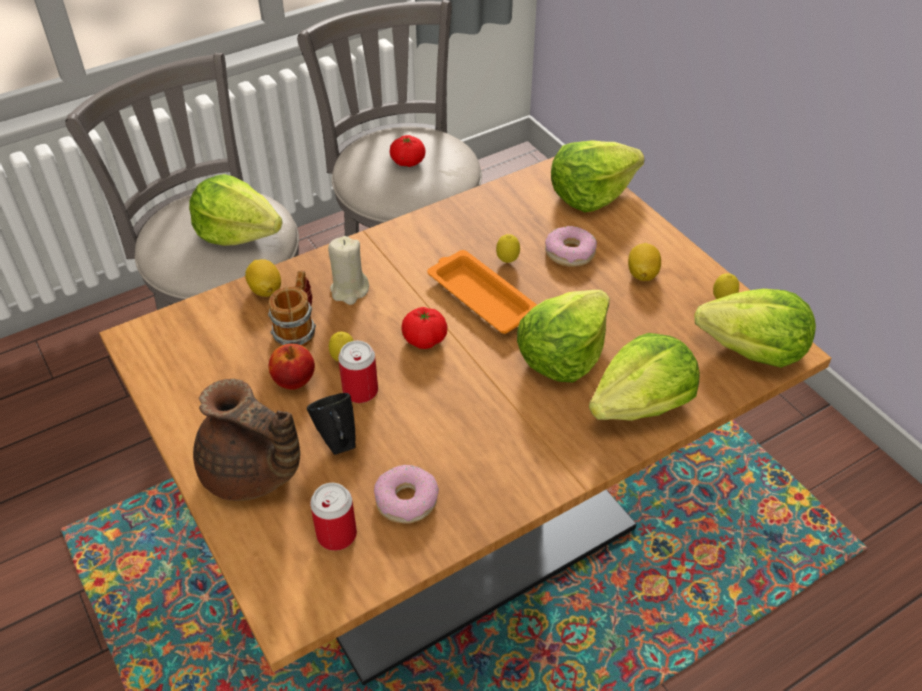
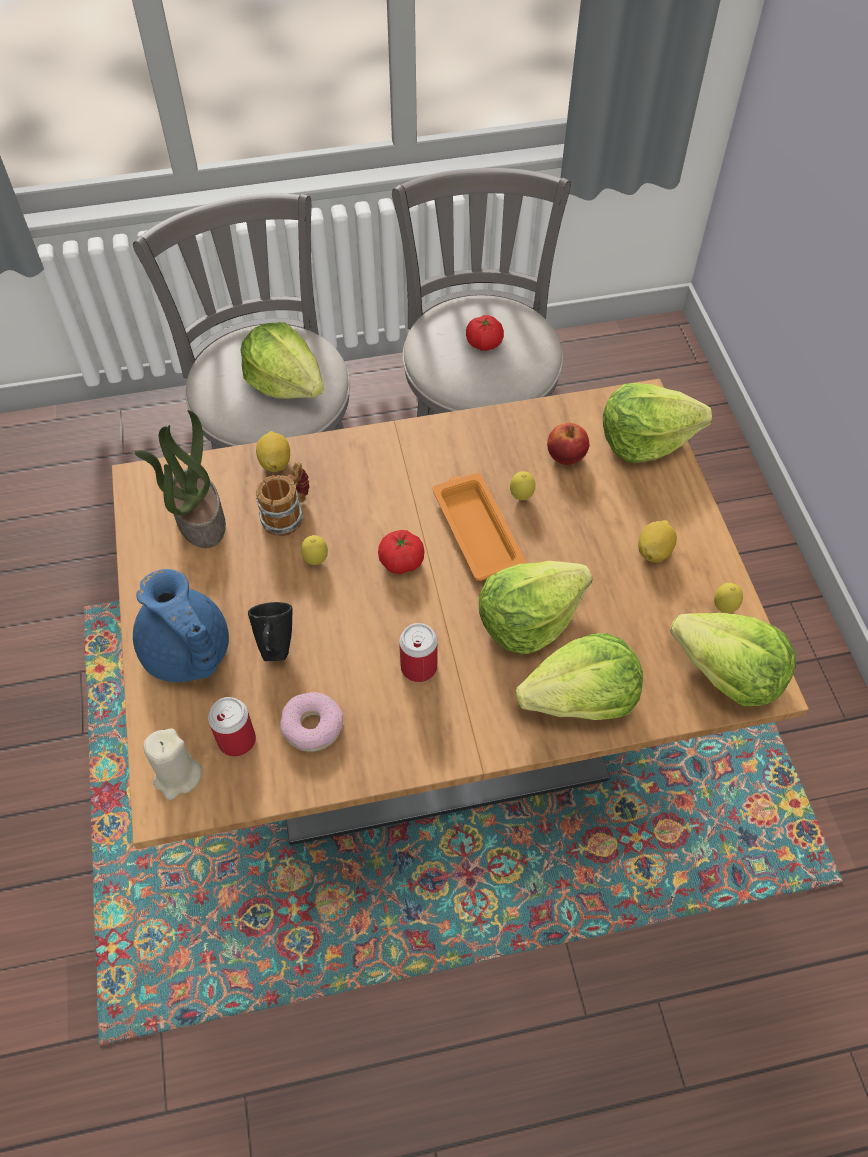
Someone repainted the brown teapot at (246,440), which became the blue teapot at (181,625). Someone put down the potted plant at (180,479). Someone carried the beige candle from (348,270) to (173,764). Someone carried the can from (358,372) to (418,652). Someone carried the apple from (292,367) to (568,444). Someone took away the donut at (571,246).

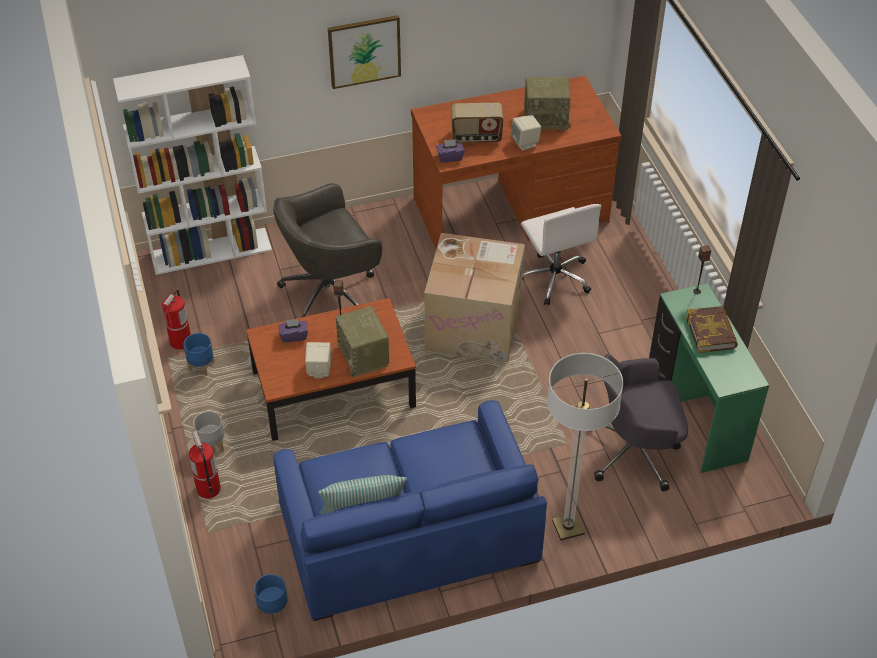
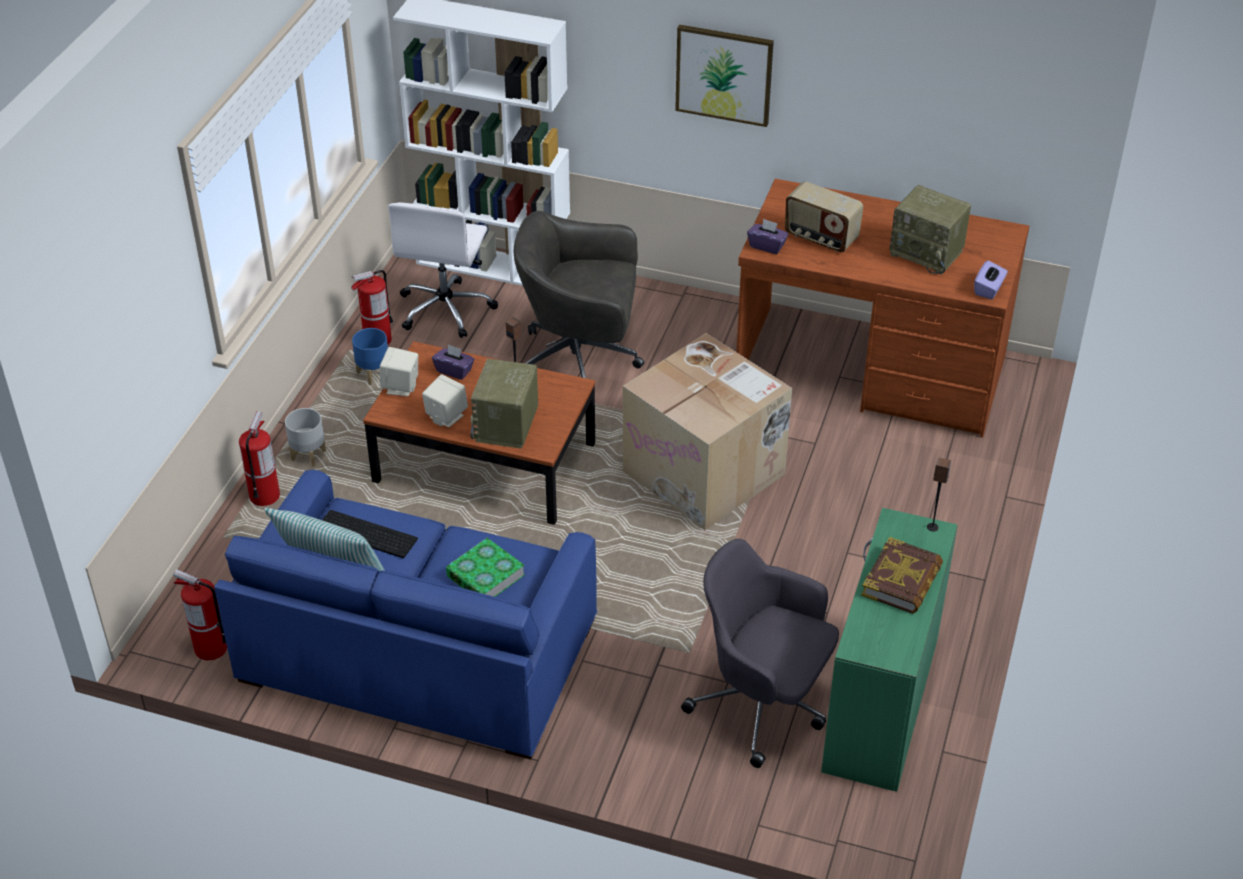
Someone swapped the blue planter at (271,599) for the fire extinguisher at (200,614). Someone put down the keyboard at (370,534). Someone carried the beige speaker from (526,133) to (399,371). Someone carried the white office chair from (561,254) to (443,270). Someone put down the book at (485,567). Someone put down the purple tissue box at (991,280). Someone took away the floor lamp at (585,446).

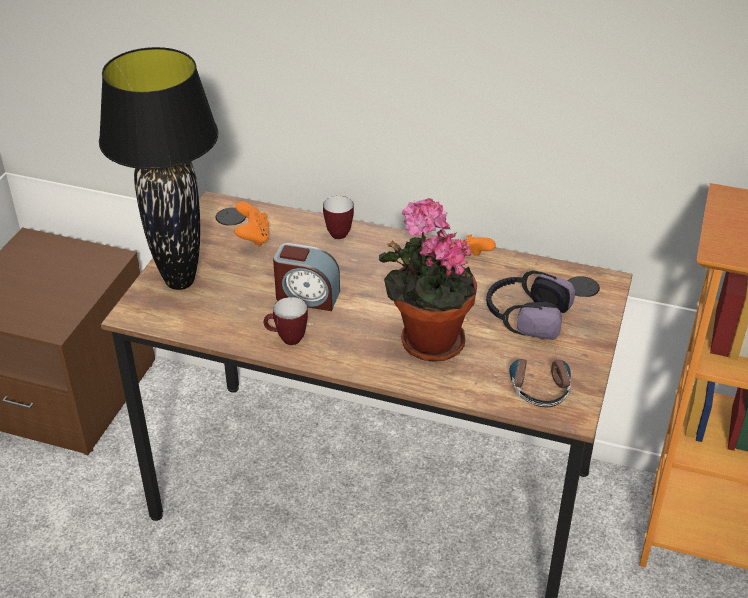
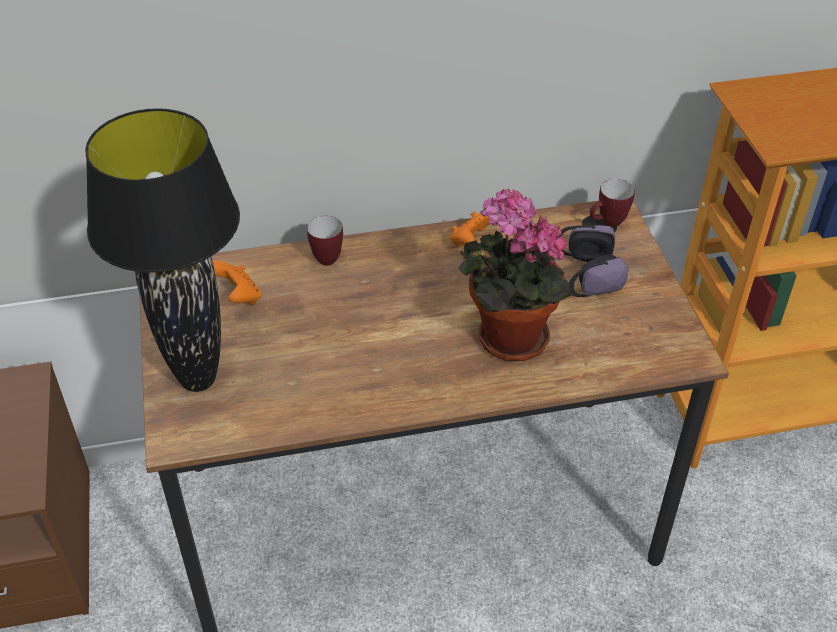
Someone carried the mug from (286,321) to (612,203). Someone took away the alarm clock at (306,277). Someone took away the headphones at (540,377).

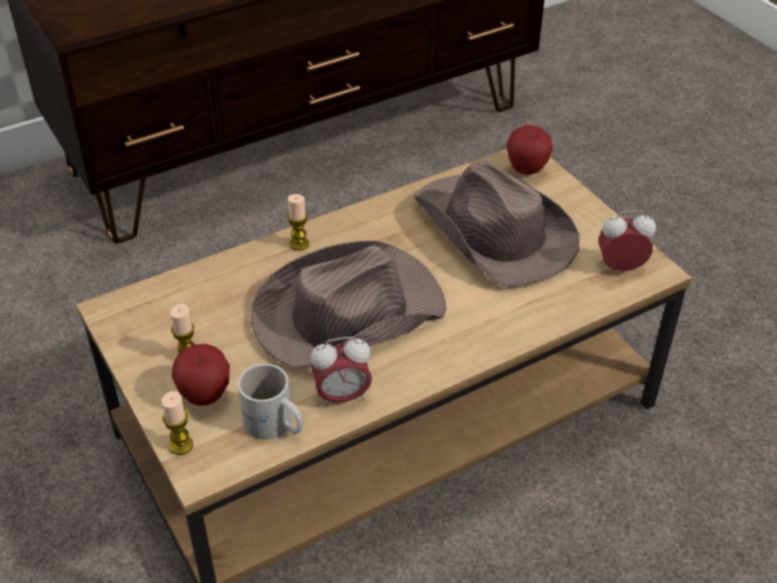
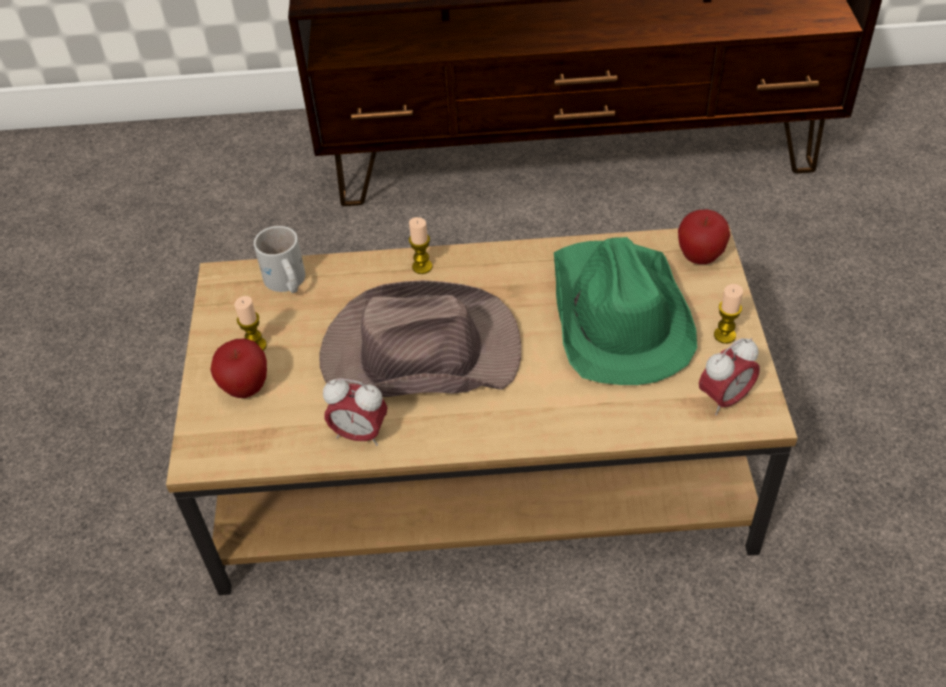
Someone carried the white mug from (270,401) to (279,259). Someone repainted the brown hat at (497,223), which became the green hat at (625,311). Someone rotated the alarm clock at (627,241) by 120 degrees clockwise. Someone carried the candle from (177,423) to (728,314).

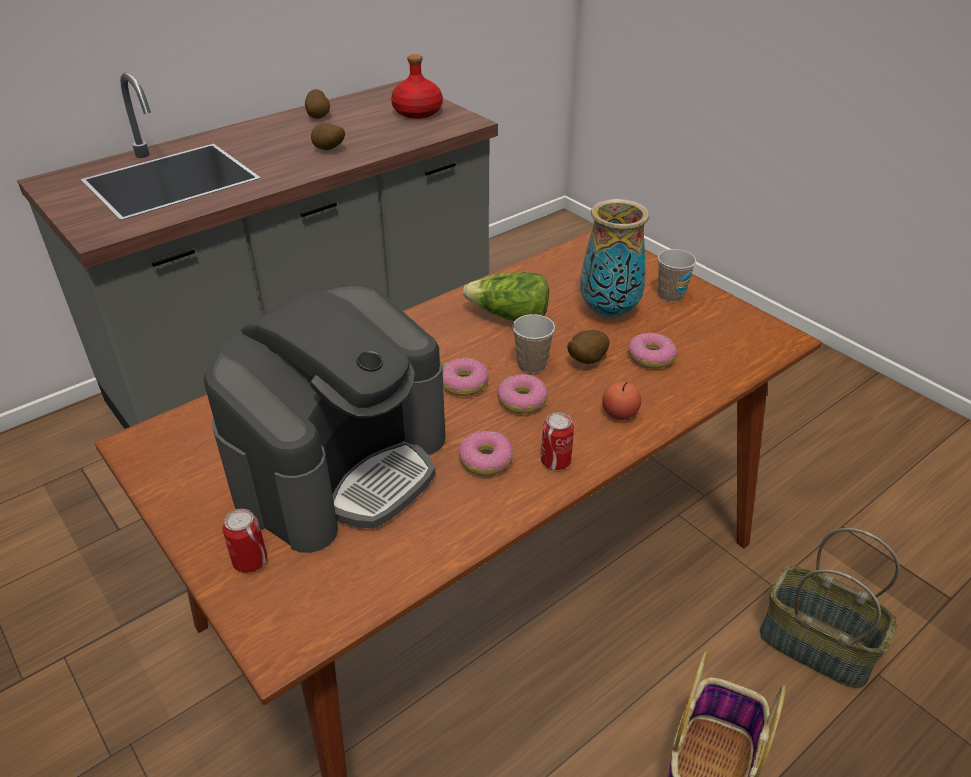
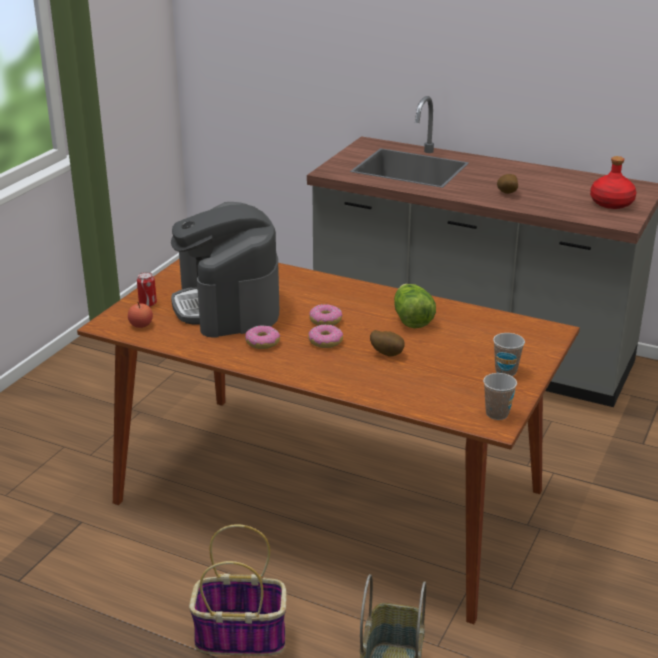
Someone carried the apple from (621,400) to (140,315). Someone rotated the coffee machine at (324,419) by 60 degrees clockwise. Someone carried the cup from (533,344) to (500,396). Someone took away the potato at (317,104). Someone took away the can at (557,441). Someone took away the vase at (614,259). Someone took away the donut at (652,350).

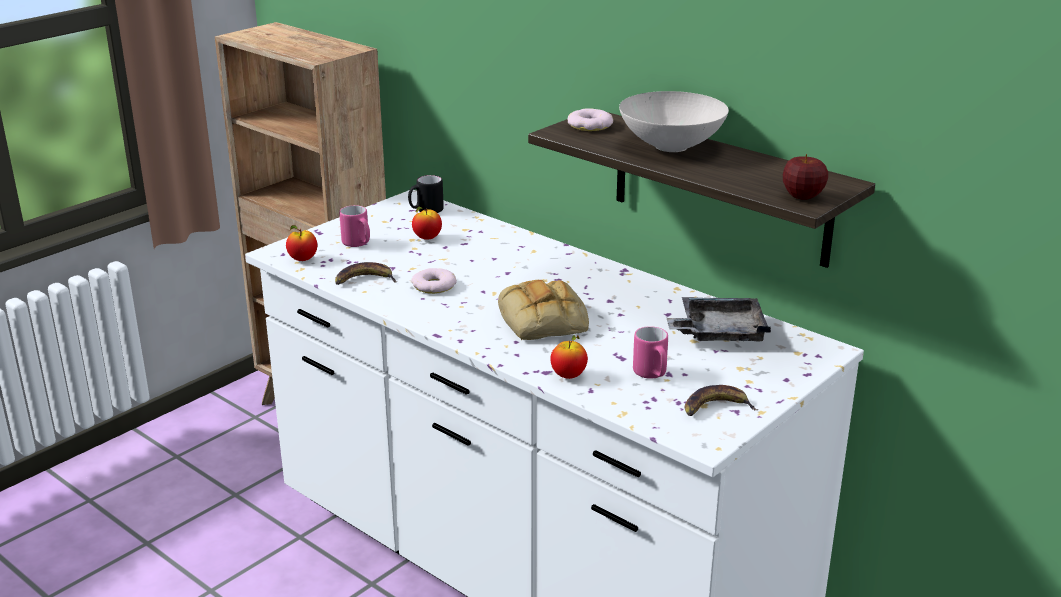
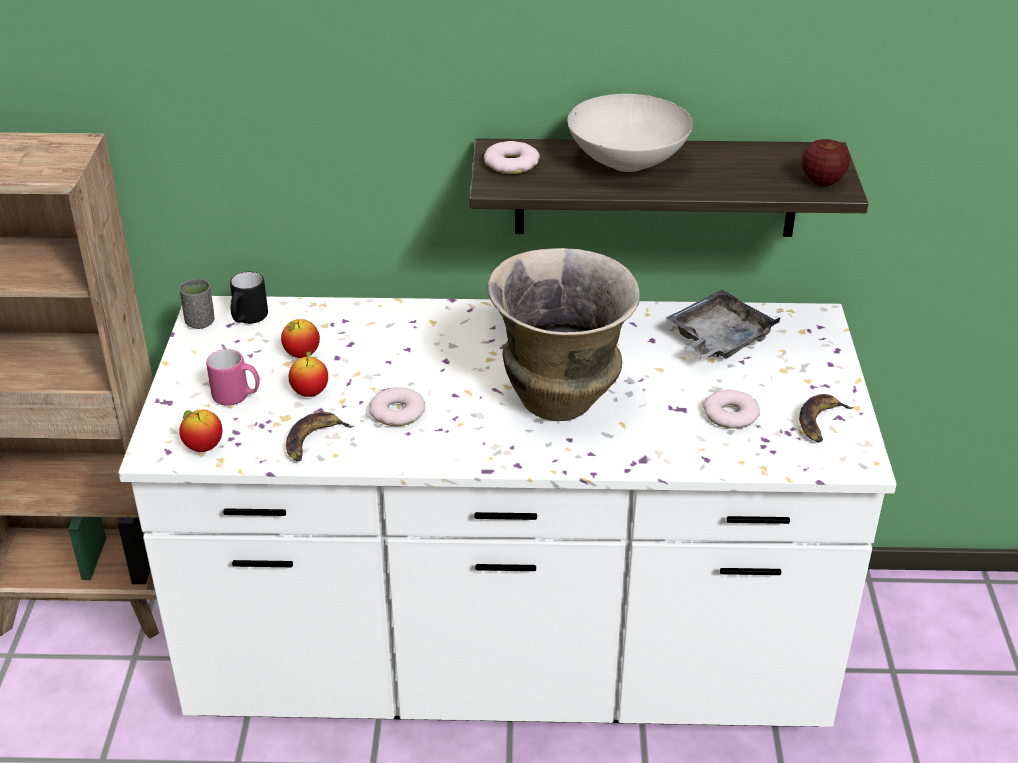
Someone put down the grey cup at (197,304). Someone carried the apple from (569,357) to (308,373). Someone swapped the bread at (543,310) for the vase at (564,334). Someone swapped the pink mug at (650,352) for the donut at (731,409).

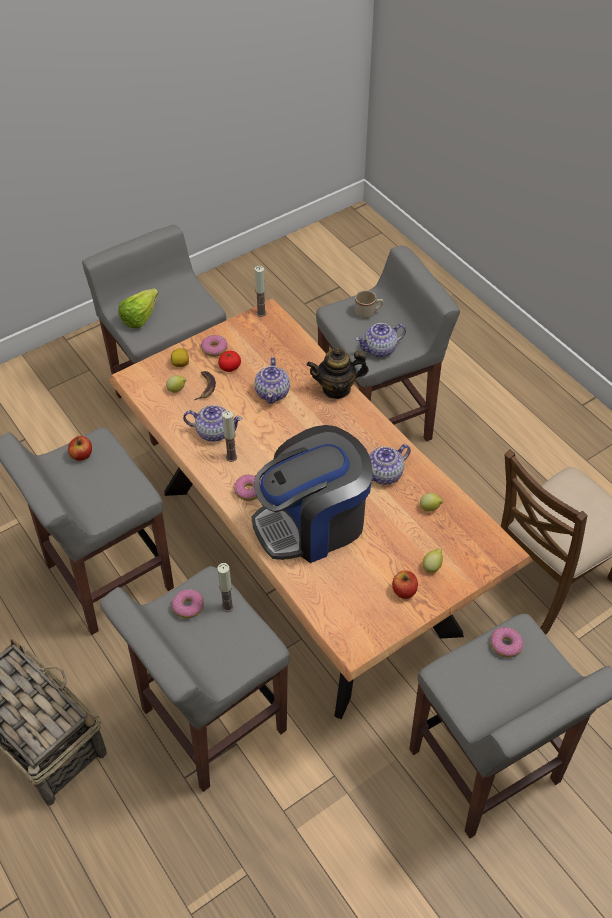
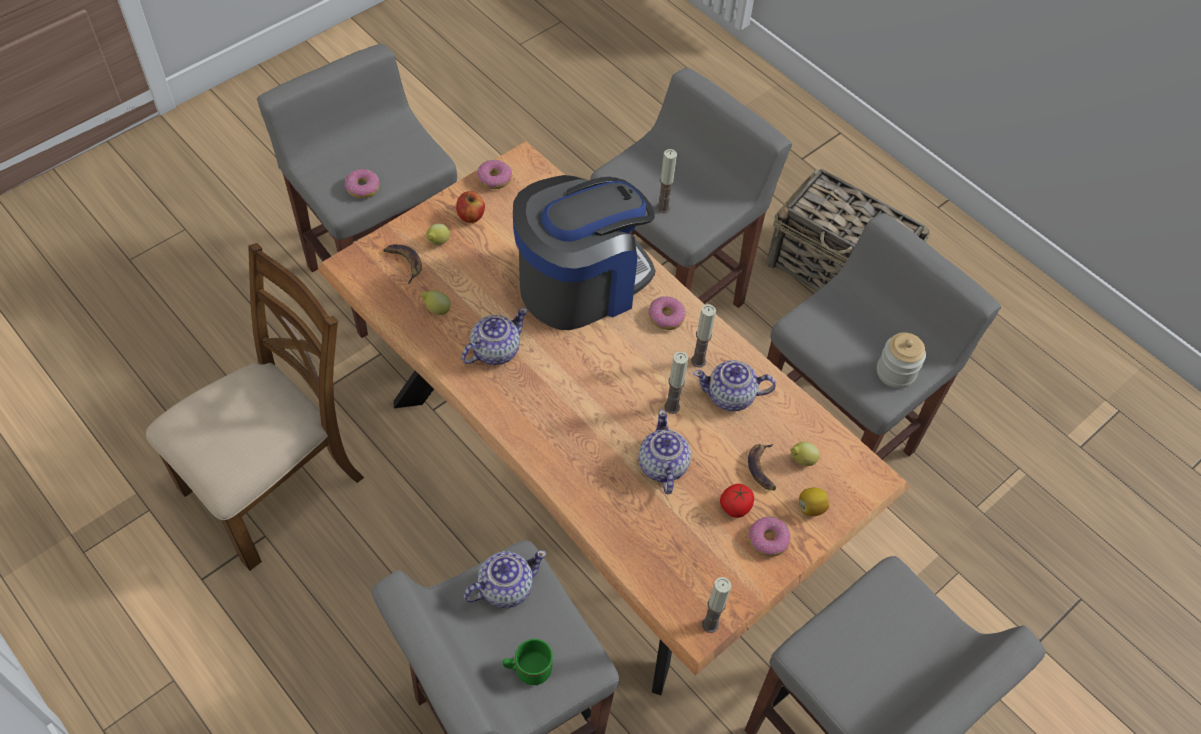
Someone put down the banana at (402,264). Someone carried the donut from (188,604) to (494,174). Someone repainted the beige mug at (369,304), which became the green mug at (528,662). Someone put down the candle at (676,382). Someone swapped the apple at (80,448) for the jar at (901,360). Someone took away the lettuce at (138,308). Someone took away the teapot at (338,373).

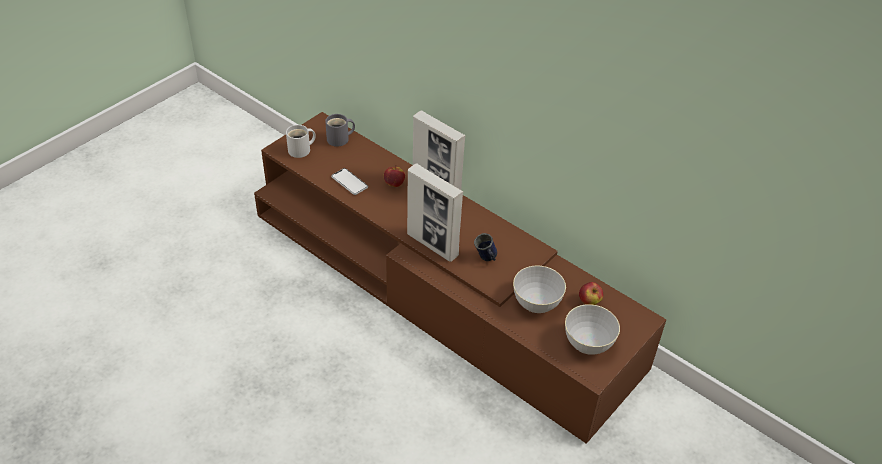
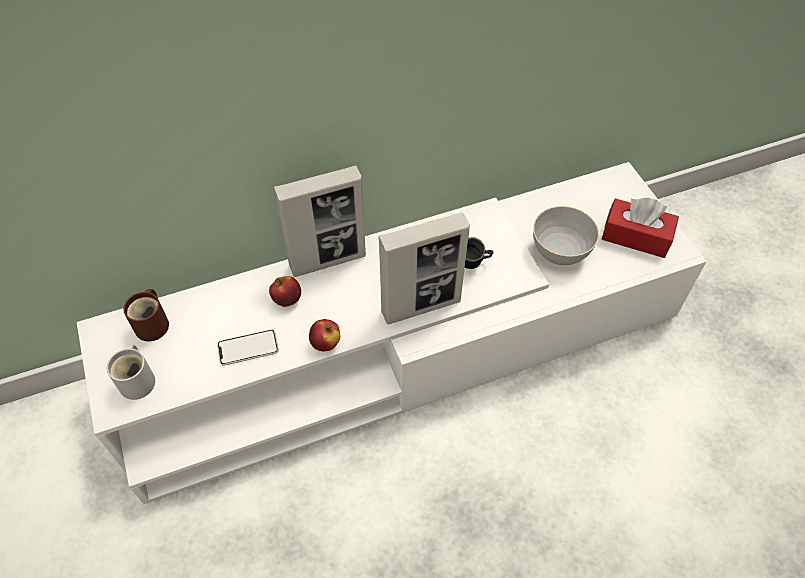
Someone repainted the brown tv stand at (460,278), which became the white tv stand at (392,333). Someone repainted the grey mug at (340,130), which became the brown mug at (146,315). Someone carried the apple from (591,293) to (325,335). Someone swapped the grey bowl at (592,329) for the red tissue box at (640,228).

